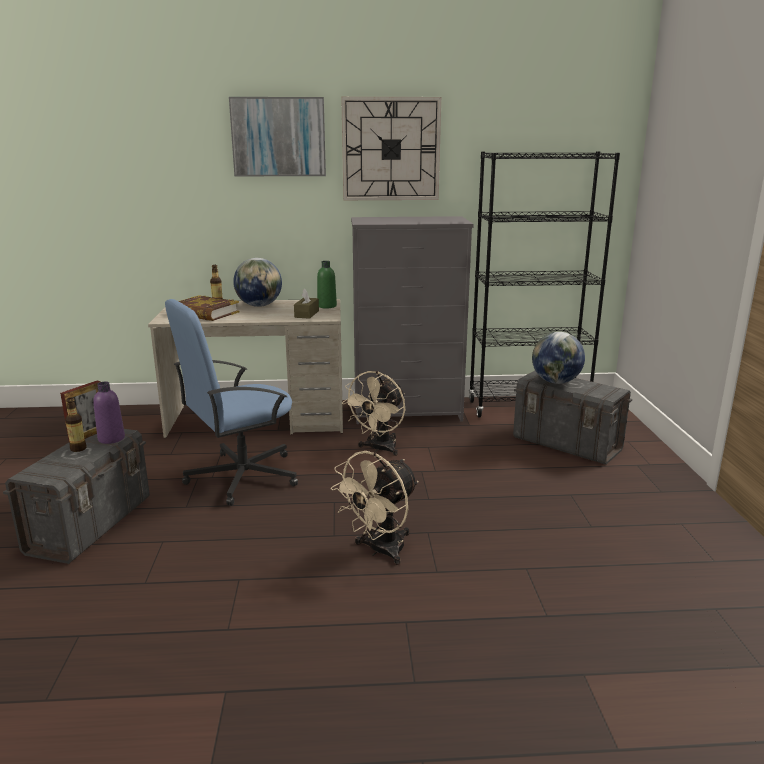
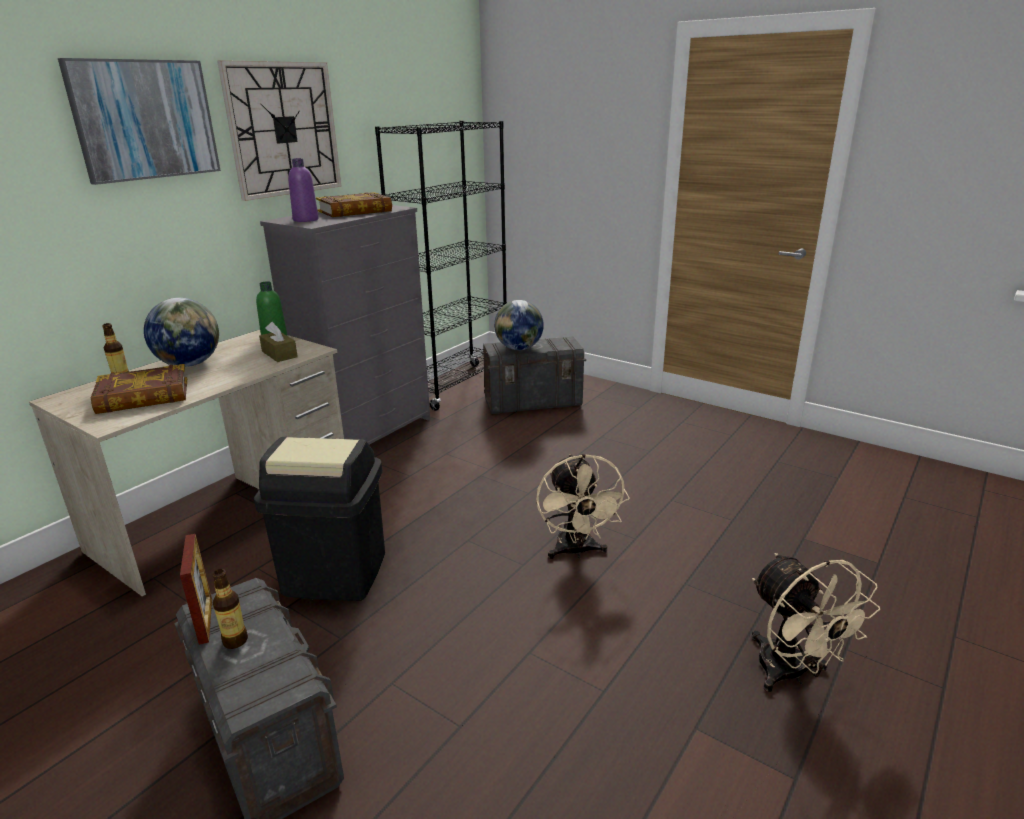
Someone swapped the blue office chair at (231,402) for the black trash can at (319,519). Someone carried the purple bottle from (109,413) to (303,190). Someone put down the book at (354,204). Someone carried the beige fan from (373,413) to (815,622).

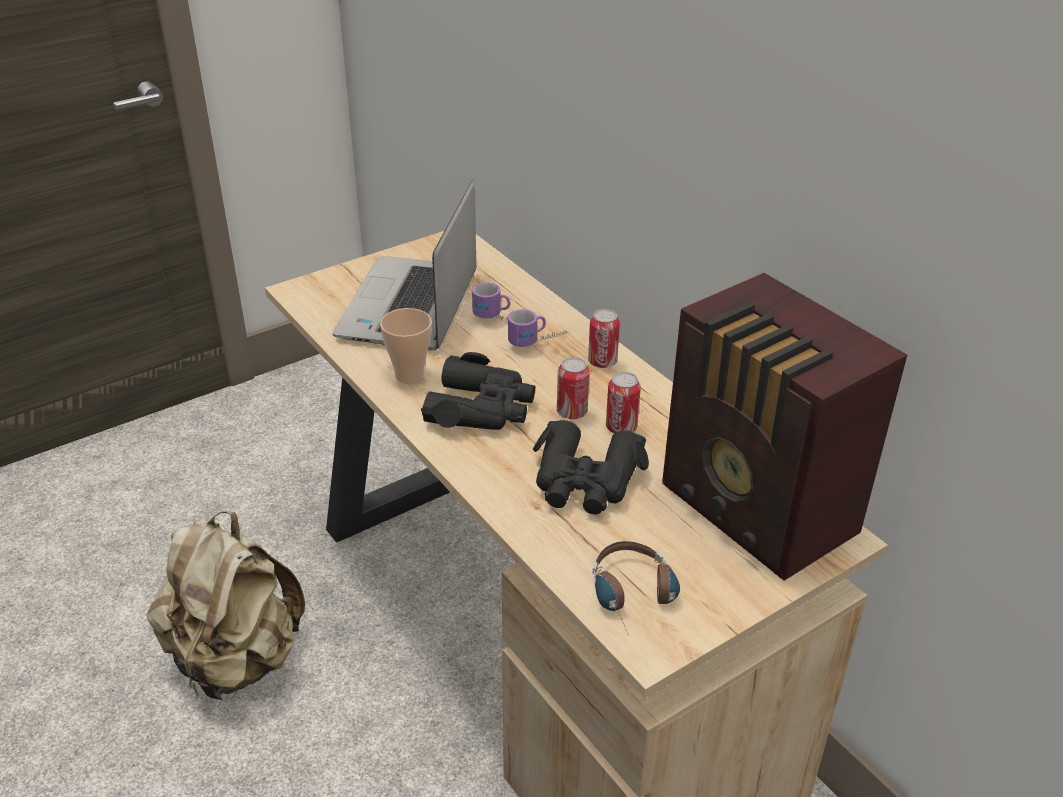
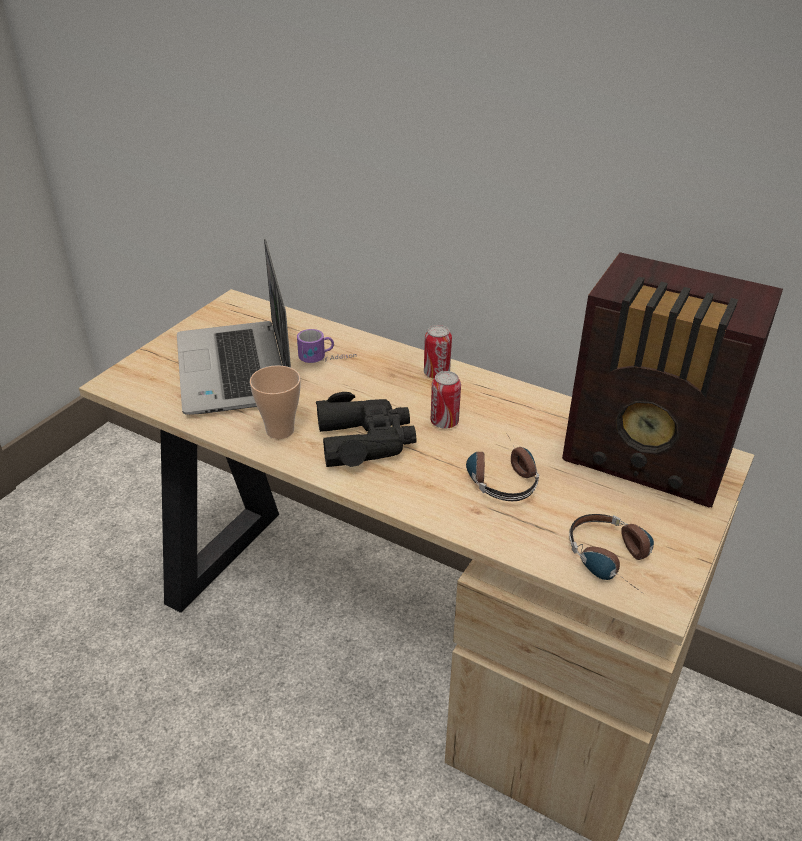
Someone swapped the black binoculars at (591,467) for the headphones at (502,467). Someone took away the beige backpack at (226,605). Someone took away the mug at (537,328). Someone took away the can at (623,402).

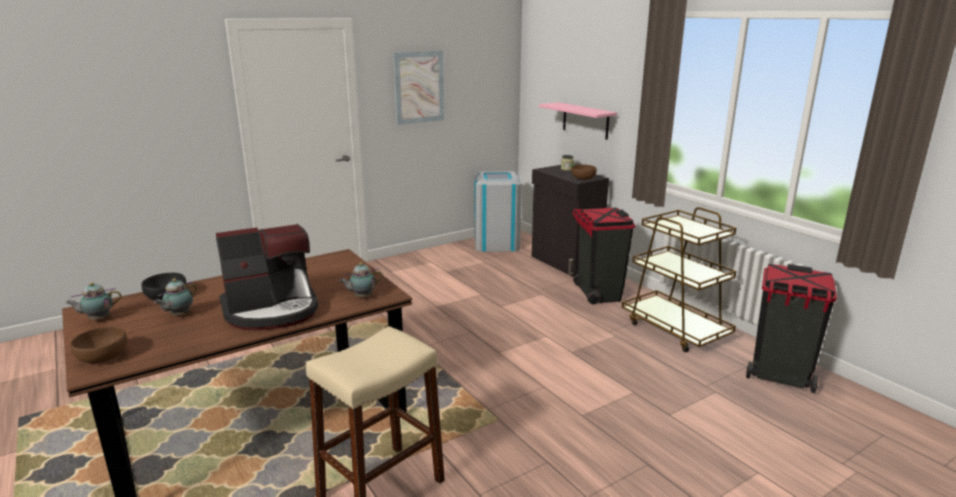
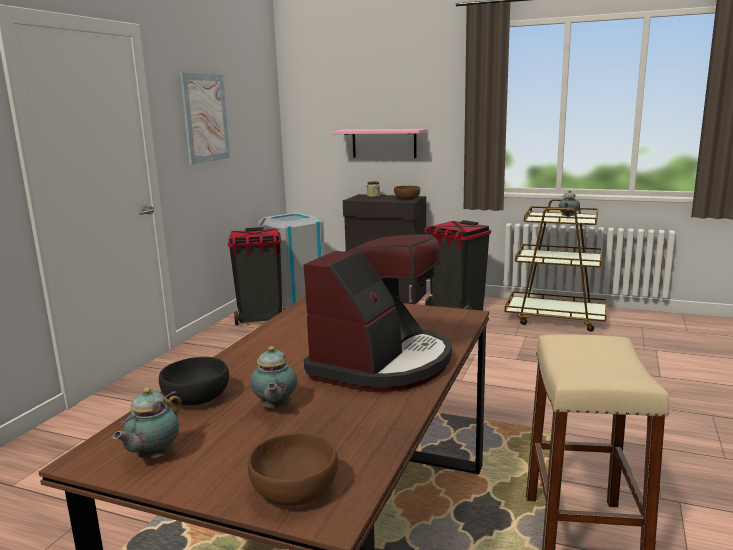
Someone carried the black trash can from (791,328) to (257,276). Someone carried the teapot from (361,280) to (569,203).

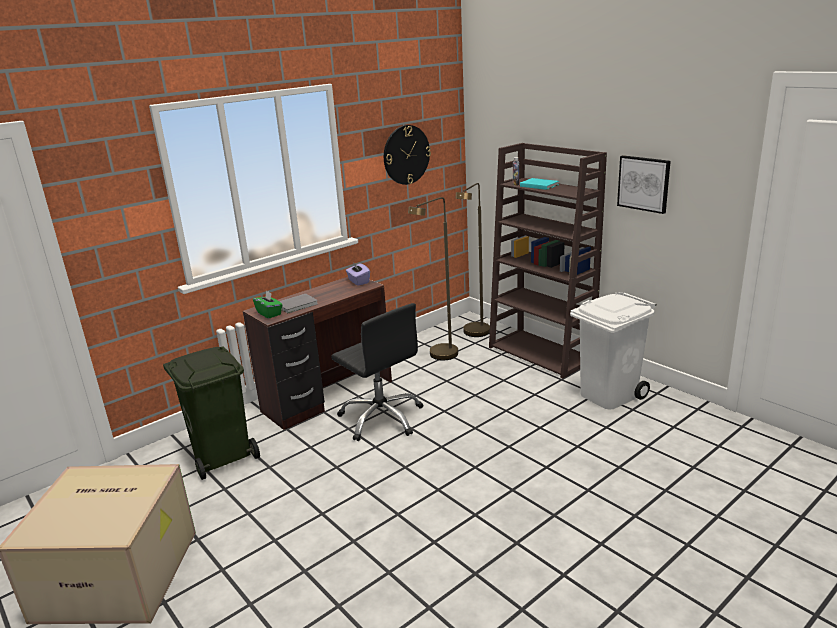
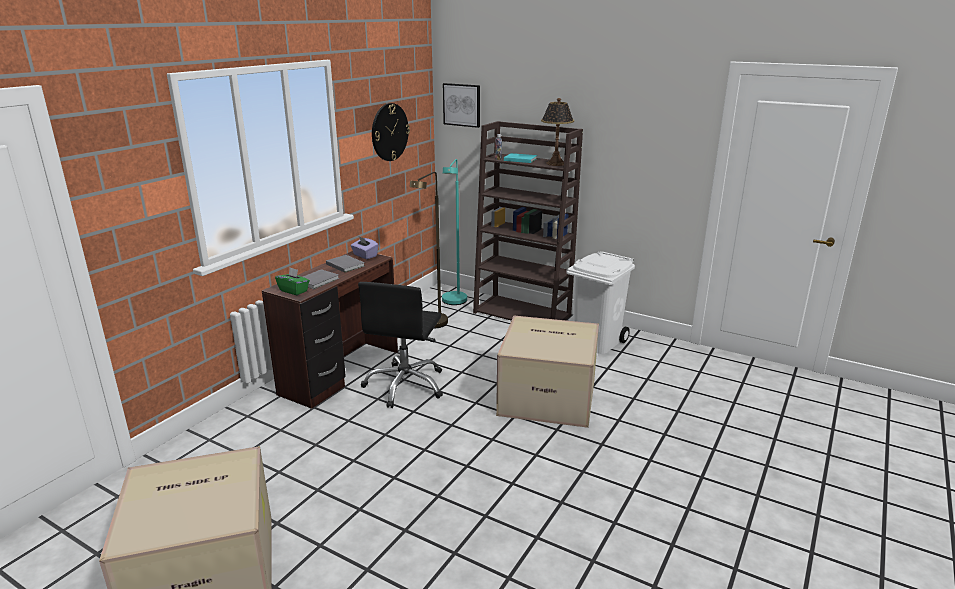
Someone put down the grey book at (345,264). Someone rotated the black office chair at (377,372) by 75 degrees clockwise. Someone repainted the brown floor lamp at (472,260), which became the turquoise floor lamp at (454,232). Someone carried the picture from (644,184) to (461,105). Someone put down the cardboard box at (547,372). Someone put down the table lamp at (557,132). Someone took away the green trash can at (211,413).

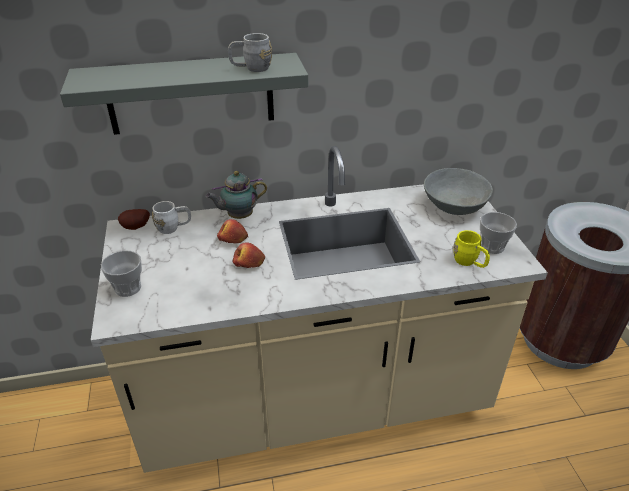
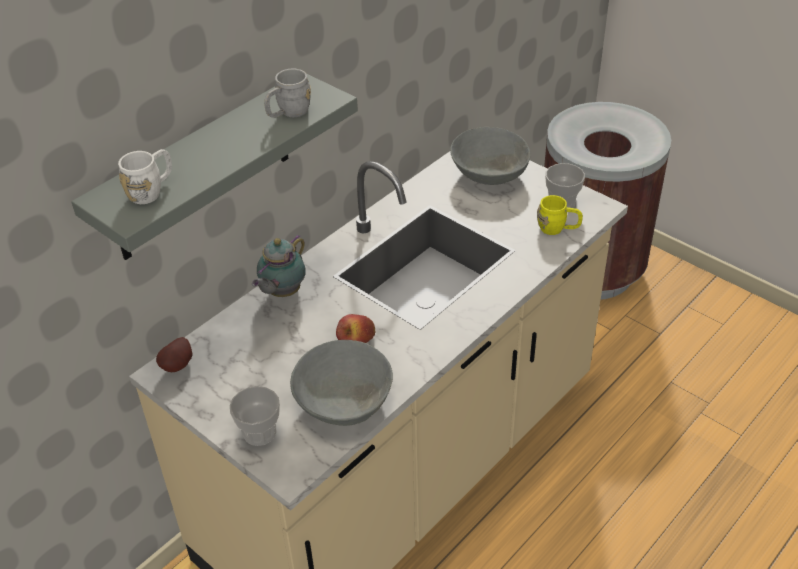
Someone carried the white mug from (171,217) to (145,176). Someone put down the grey bowl at (341,383). Someone took away the apple at (232,231).

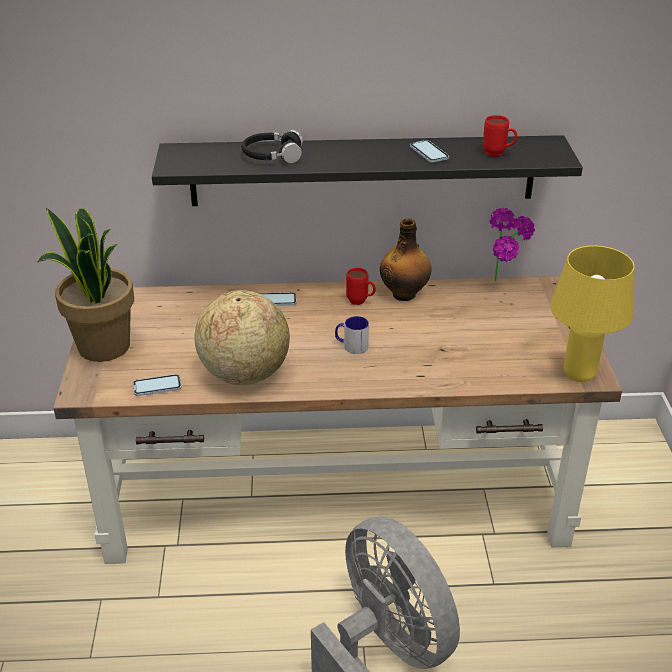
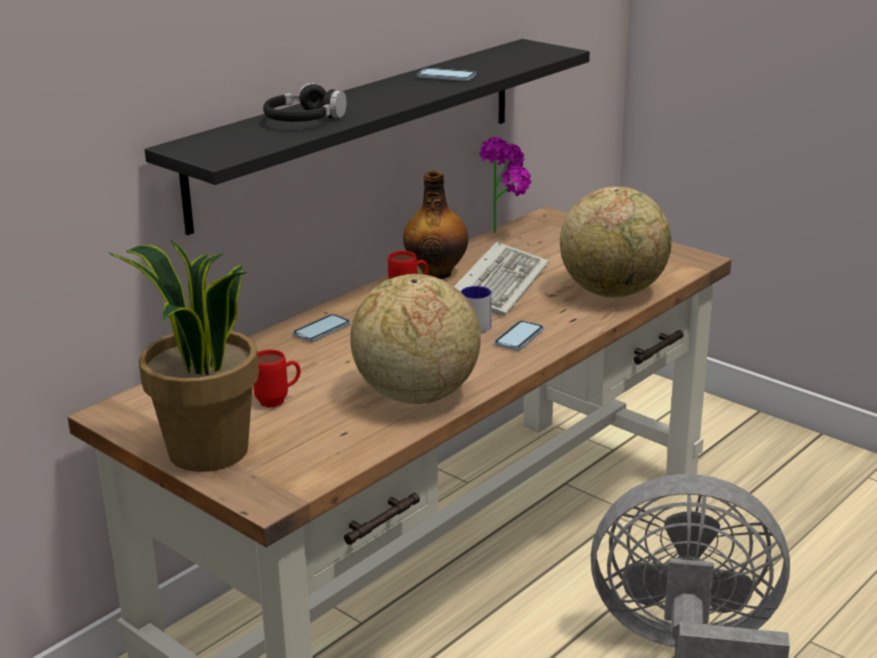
Someone carried the red mug from (500,136) to (277,378). Someone put down the keyboard at (501,279). Someone carried the phone from (157,385) to (519,335). Someone put down the globe at (616,242). Someone took away the yellow table lamp at (593,313).

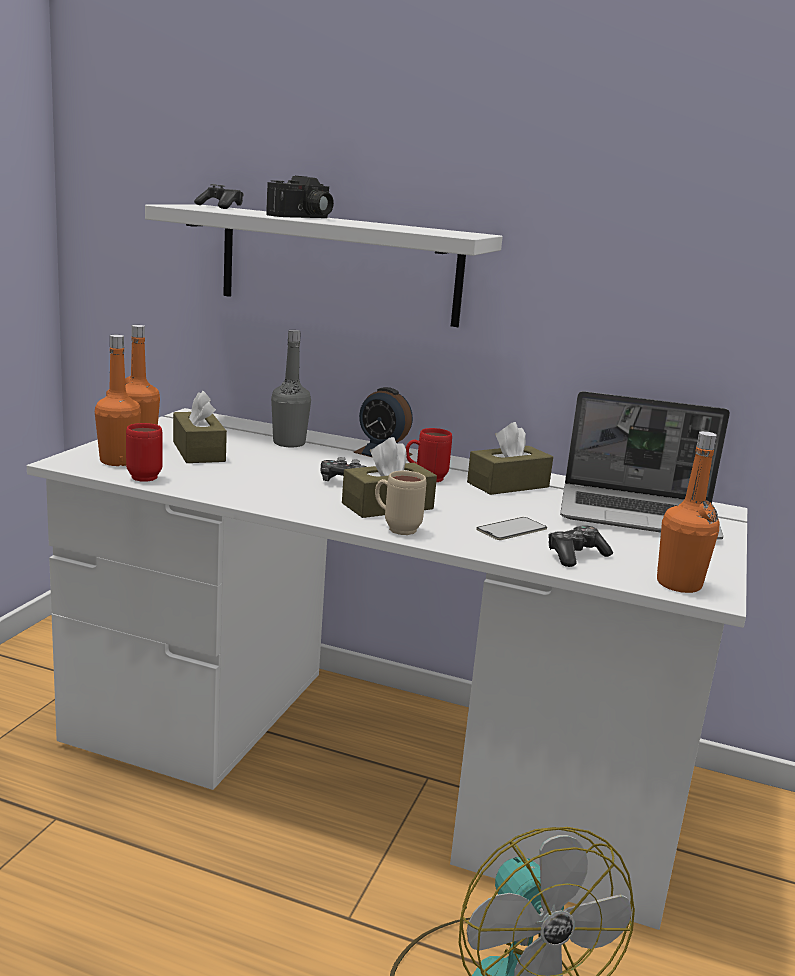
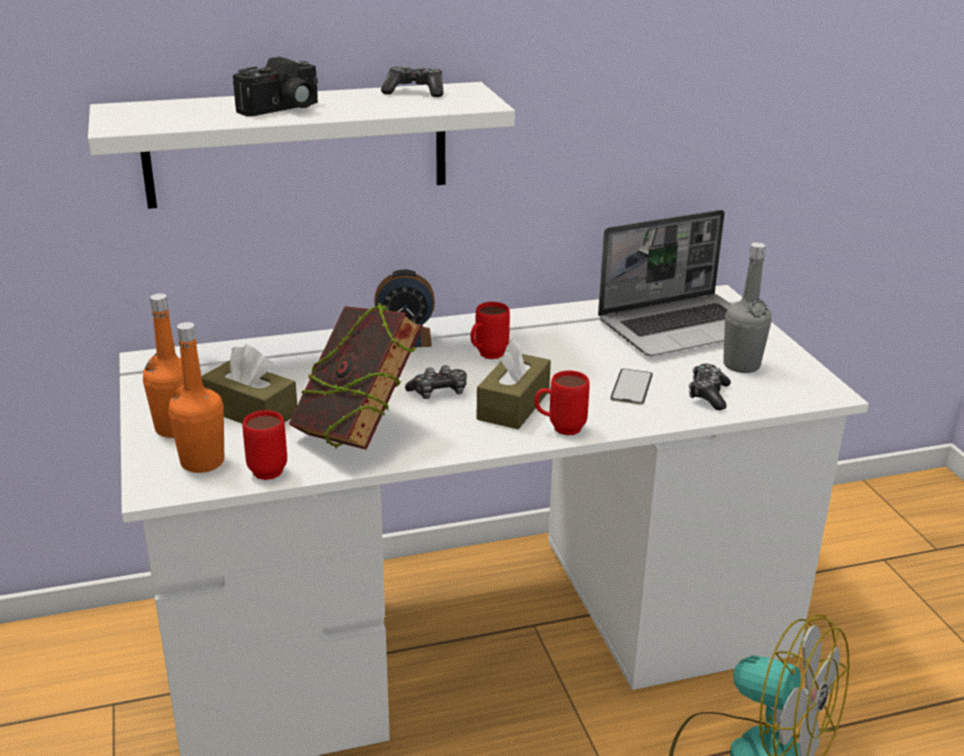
Someone rotated the photo camera at (300,197) by 45 degrees clockwise. Someone put down the book at (356,376). Someone carried the game controller from (219,196) to (412,81). Someone repainted the beige mug at (400,503), which became the red mug at (562,402). Someone carried the grey bottle from (291,388) to (747,308). Someone took away the brown tissue box at (510,458). Someone took away the orange bottle at (688,512).

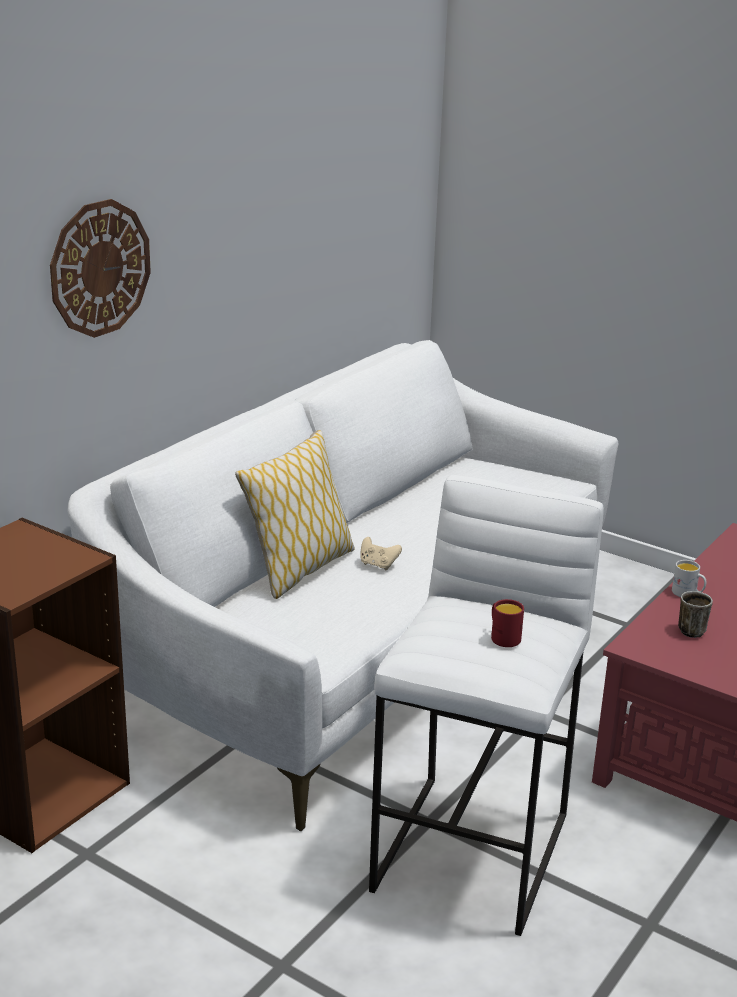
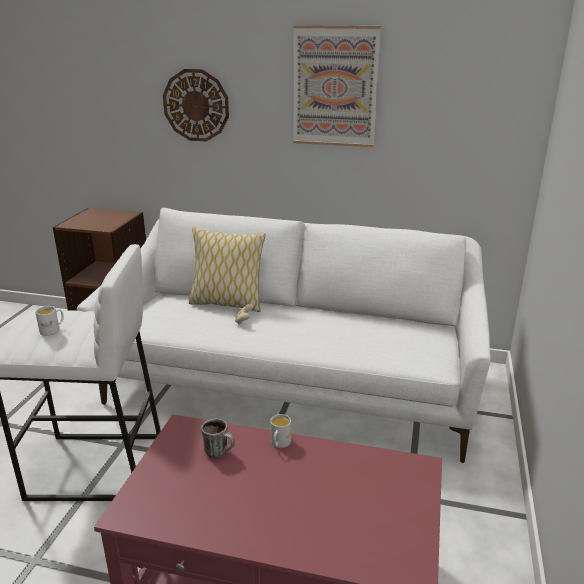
Someone repainted the red mug at (507,623), which became the white mug at (49,321). Someone put up the picture at (337,86).

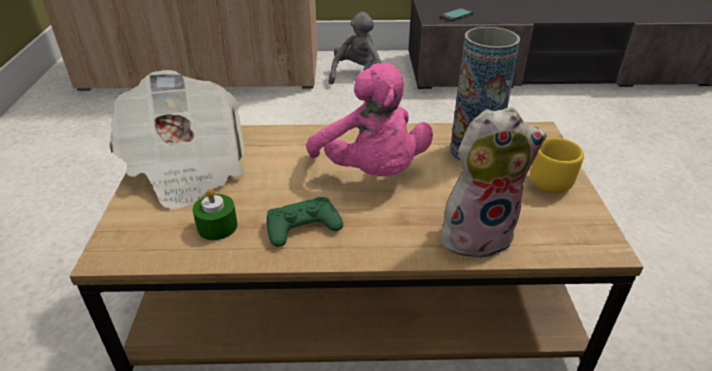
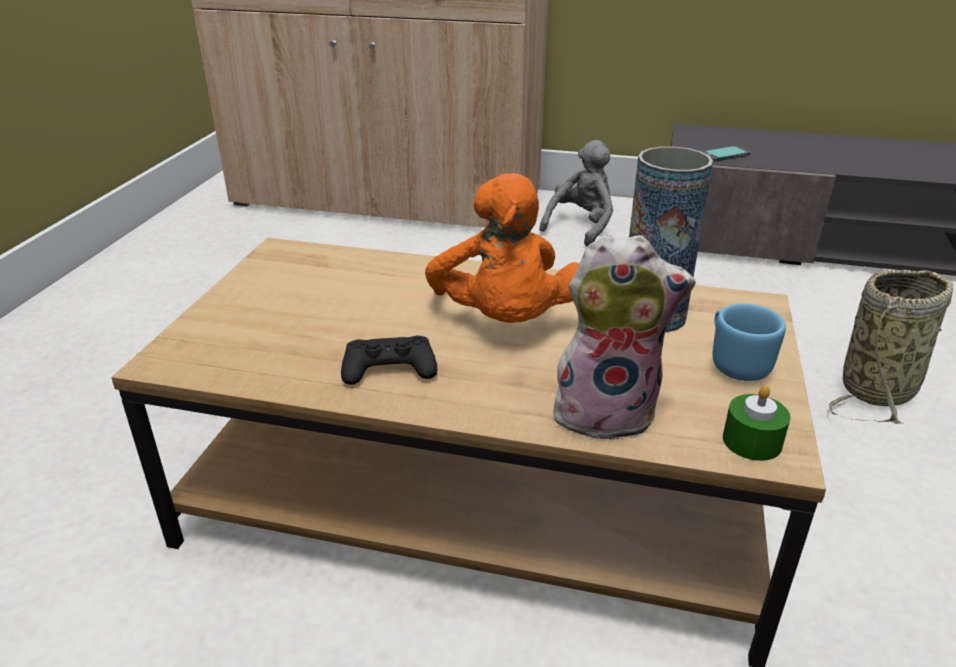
Someone repainted the green game controller at (305,222), which became the black game controller at (389,360). Someone repainted the pink plush toy at (369,119), which became the orange plush toy at (502,248). Someone repainted the yellow mug at (557,165), which became the blue mug at (749,342). Someone carried the green candle from (215,214) to (757,423). Someone put down the basket at (891,347). Someone took away the newspaper at (176,140).

